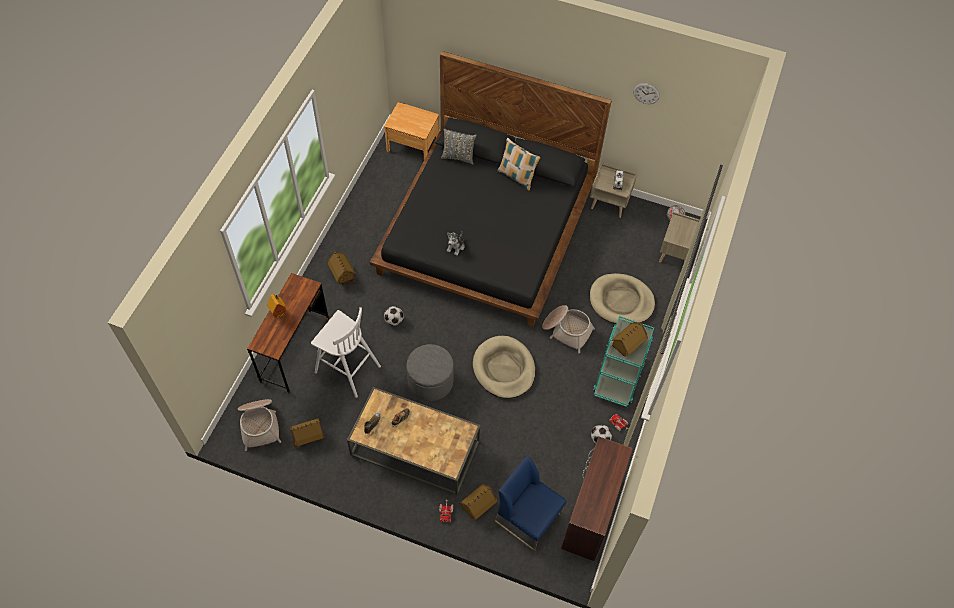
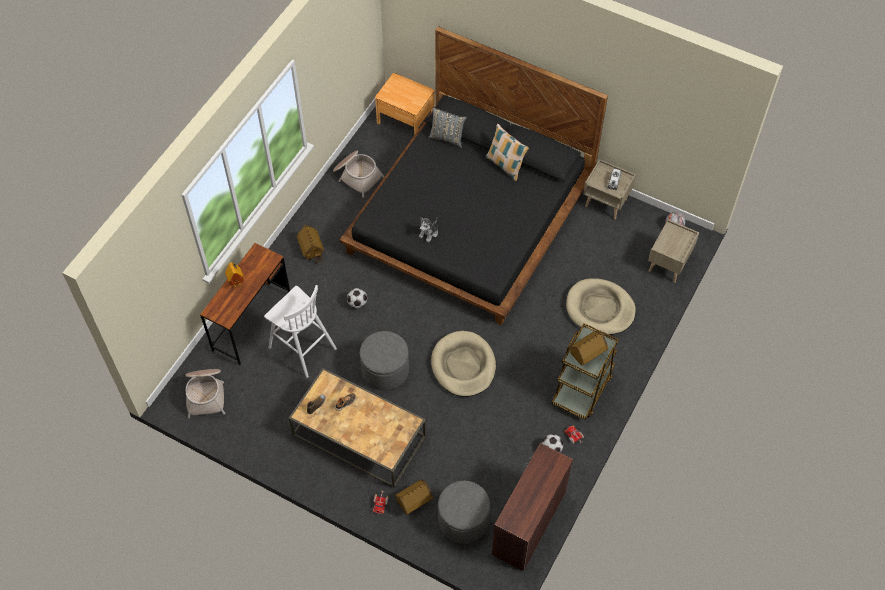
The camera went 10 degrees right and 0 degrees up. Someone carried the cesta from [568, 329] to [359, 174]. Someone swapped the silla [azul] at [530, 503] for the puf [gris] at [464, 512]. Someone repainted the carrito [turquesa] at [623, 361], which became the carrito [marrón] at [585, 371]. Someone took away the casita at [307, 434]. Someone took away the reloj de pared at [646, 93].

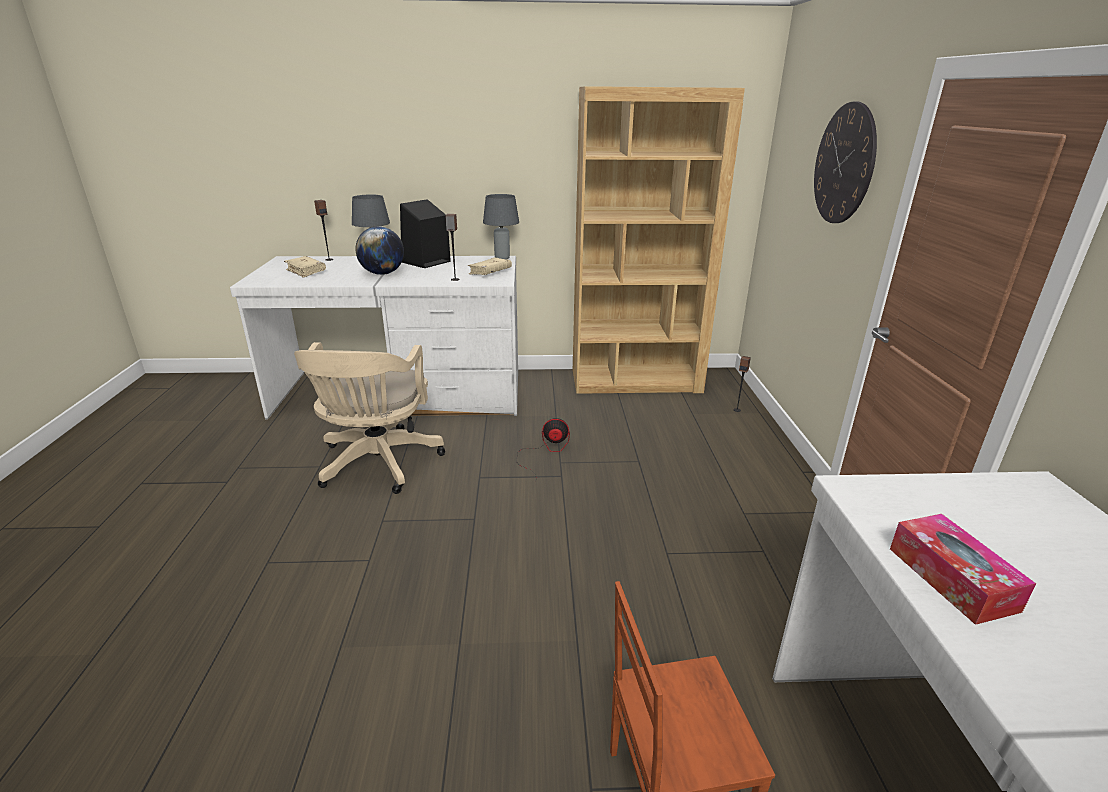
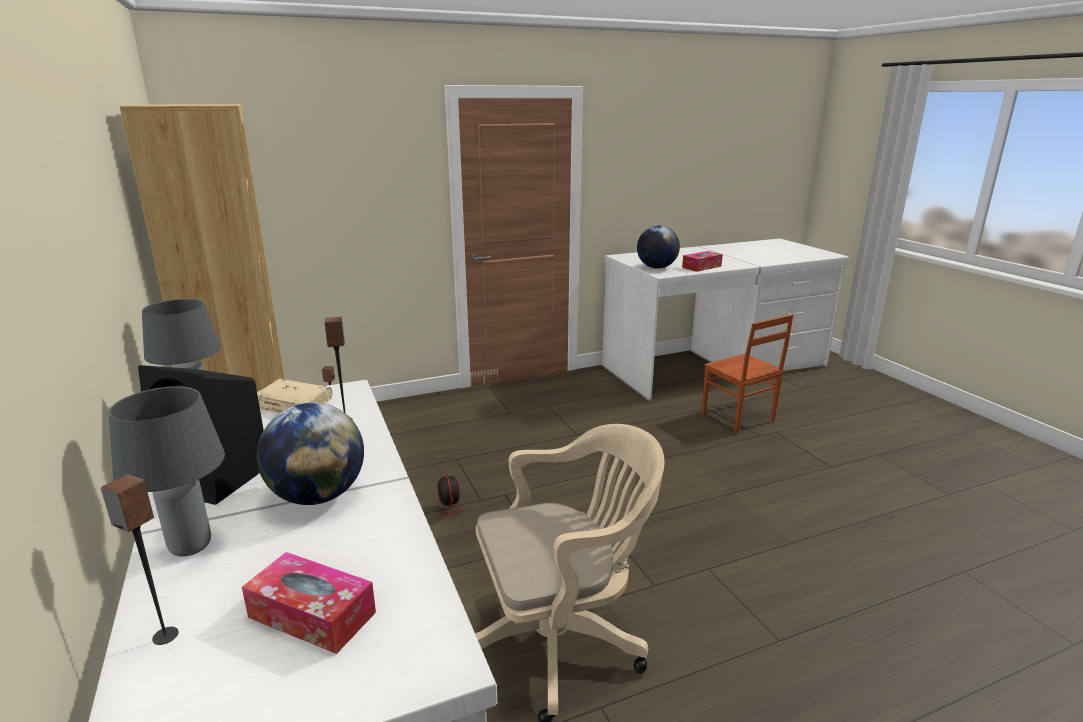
The camera went 110 degrees left and 5 degrees down. Someone swapped the libro [beis] at [305, 267] for the caja de pañuelos at [309, 603]. Someone put down the globo terráqueo at [658, 247]. Someone took away the reloj de pared at [845, 162].

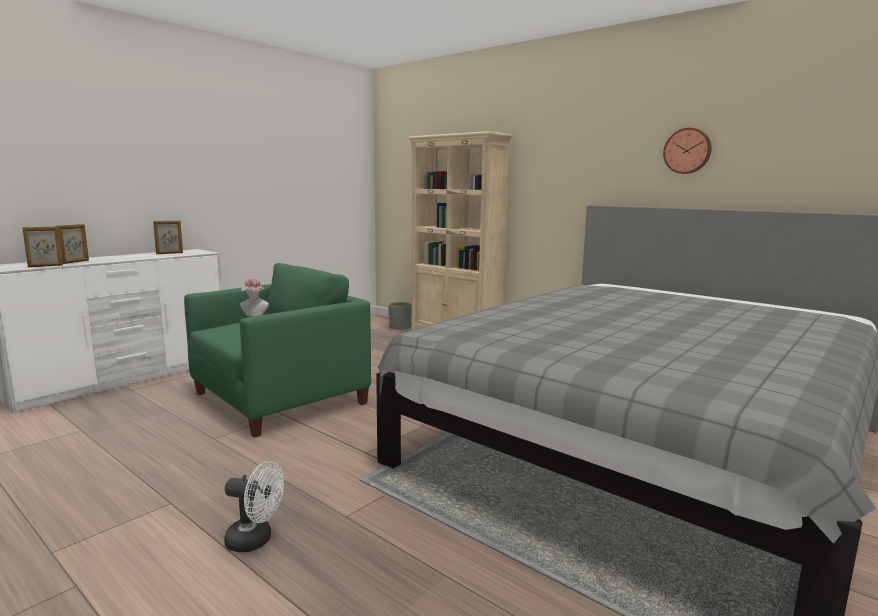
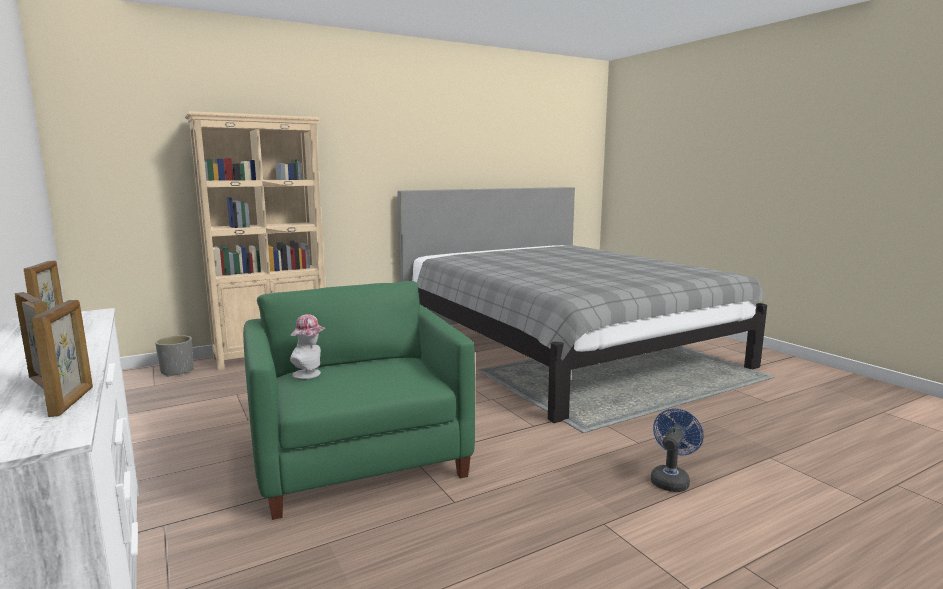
The camera went 70 degrees left and 0 degrees up. Someone repainted the ventilador [blanco] at [254, 506], which became the ventilador [azul] at [677, 450]. Someone took away the reloj de pared at [687, 151].

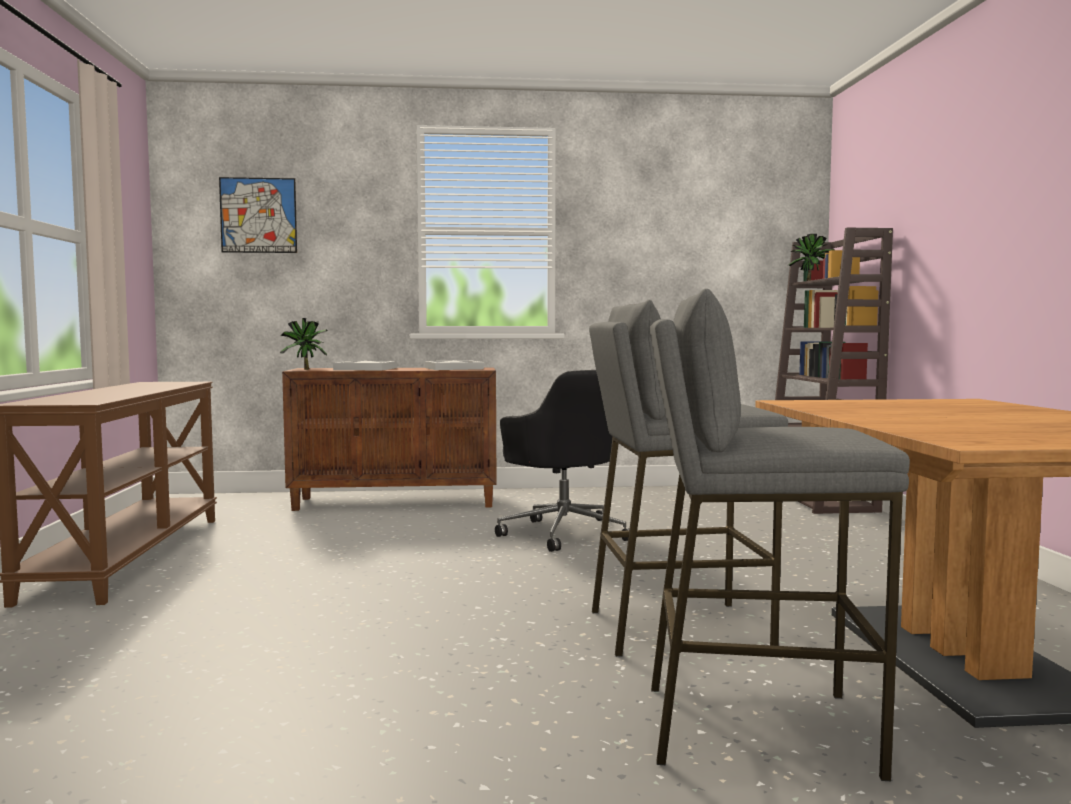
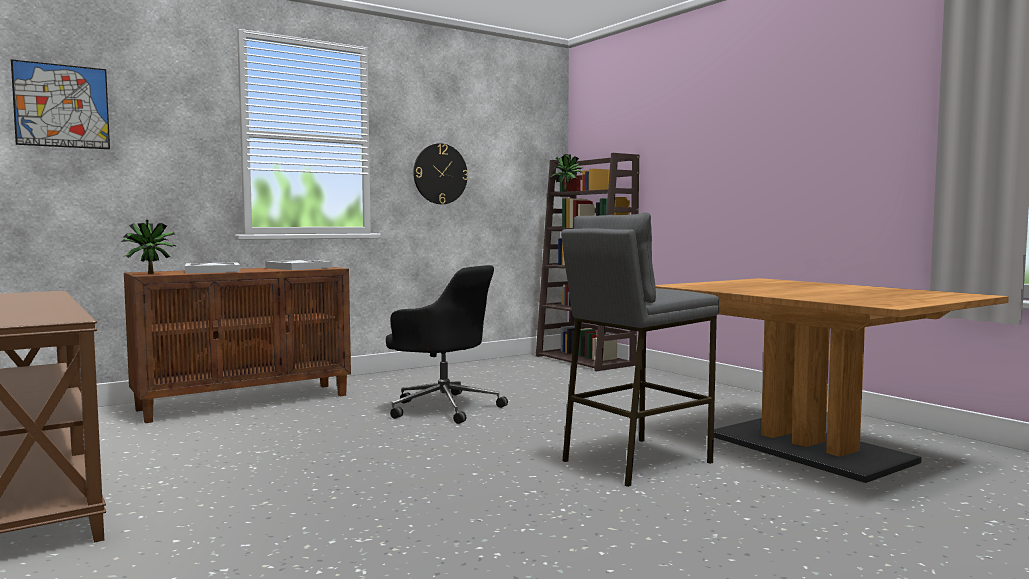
The camera went 30 degrees left and 0 degrees up. Someone put up the reloj de pared at [440, 173]. Someone took away the taburete [gris] at [780, 534].

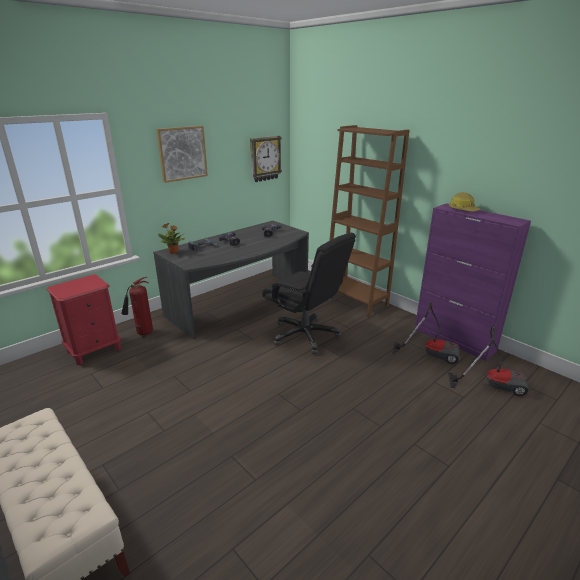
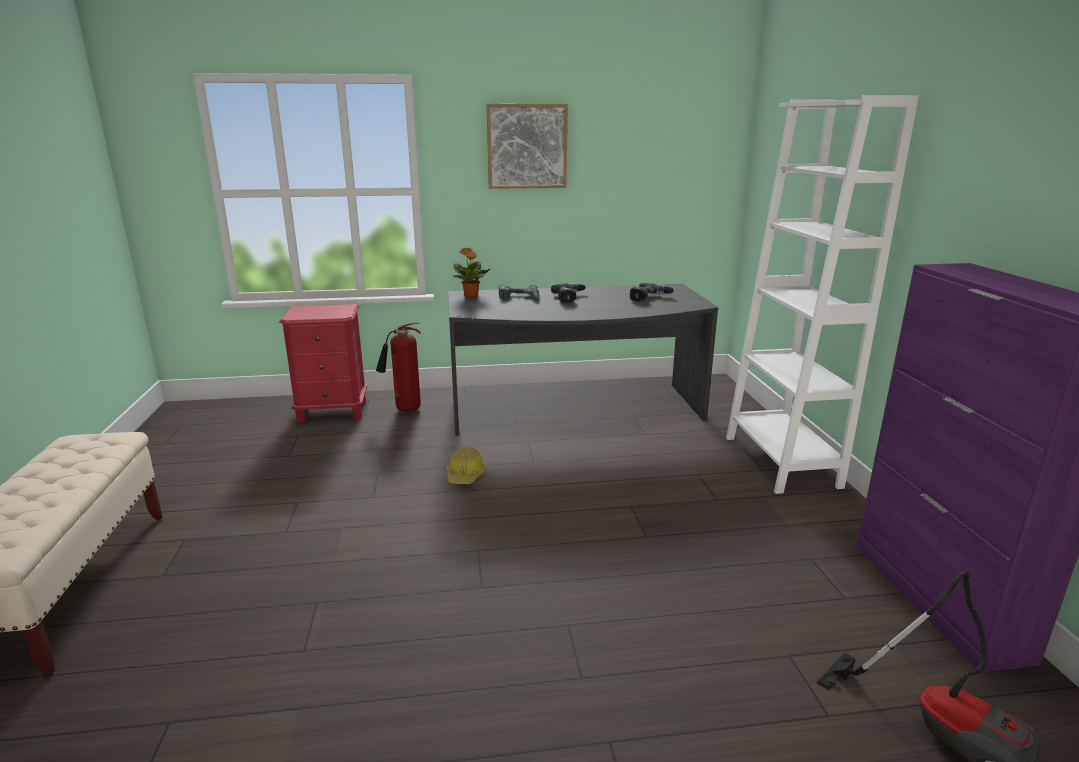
The camera went 35 degrees right and 5 degrees down. Someone carried the casco from [465, 201] to [466, 465]. Someone repainted the estantería [marrón] at [369, 221], which became the estantería [blanco] at [822, 294]. Someone took away the reloj de pared at [266, 159]. Someone took away the silla de oficina [negro] at [309, 293]. Someone took away the aspiradora at [426, 332].

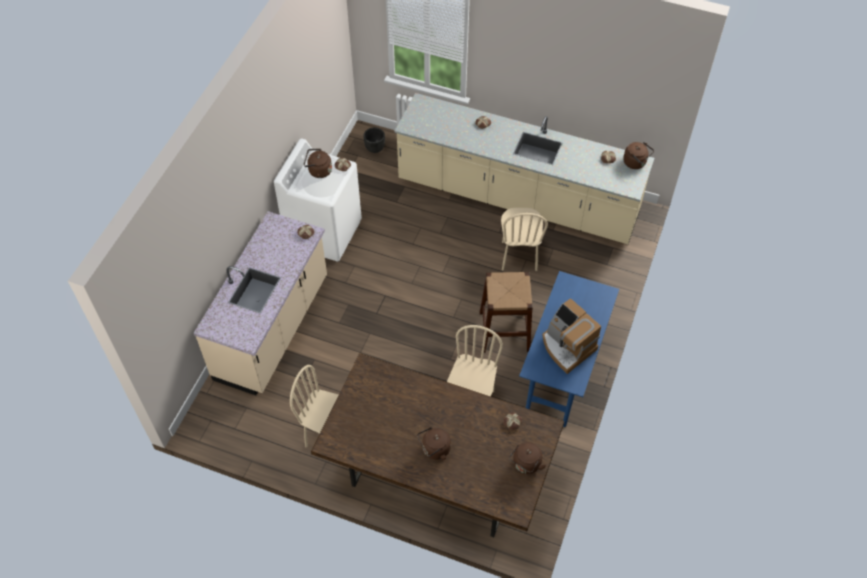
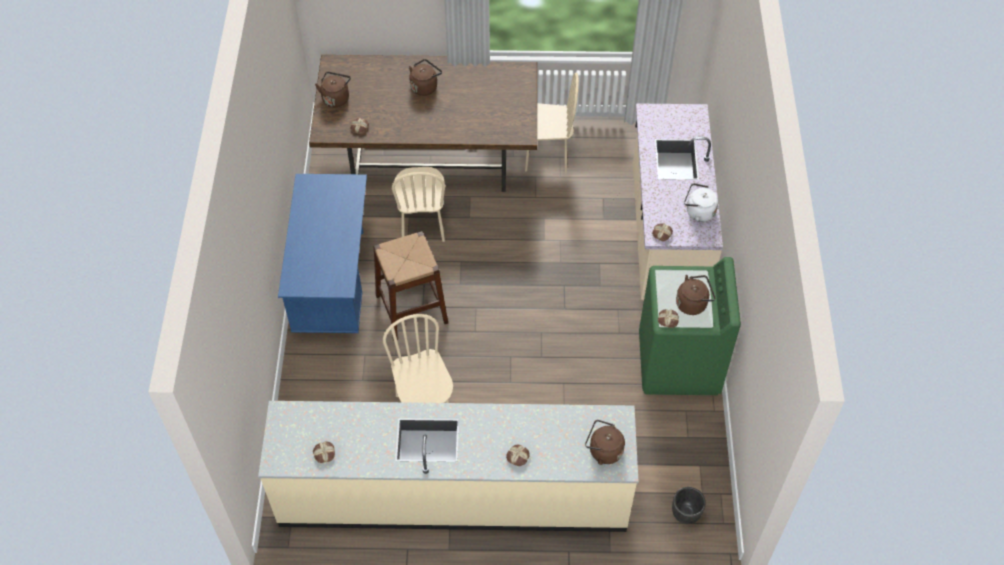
The camera went 160 degrees right and 0 degrees up. Someone carried the hervidor [marrón] from [638, 155] to [605, 442]. Someone repainted the lavadora [blanco] at [318, 200], which became the lavadora [verde] at [690, 326]. Someone put down the hervidor [blanco] at [701, 202]. Someone took away the cafetera at [571, 336].

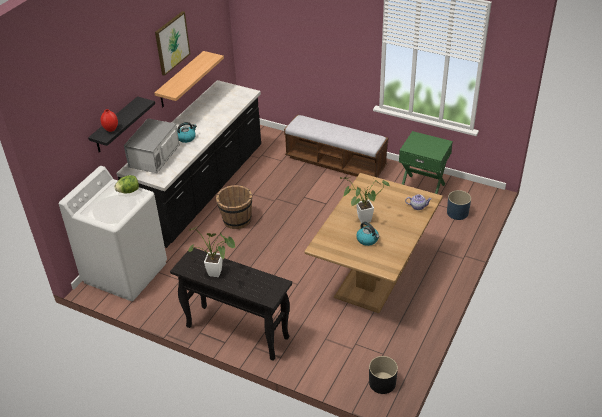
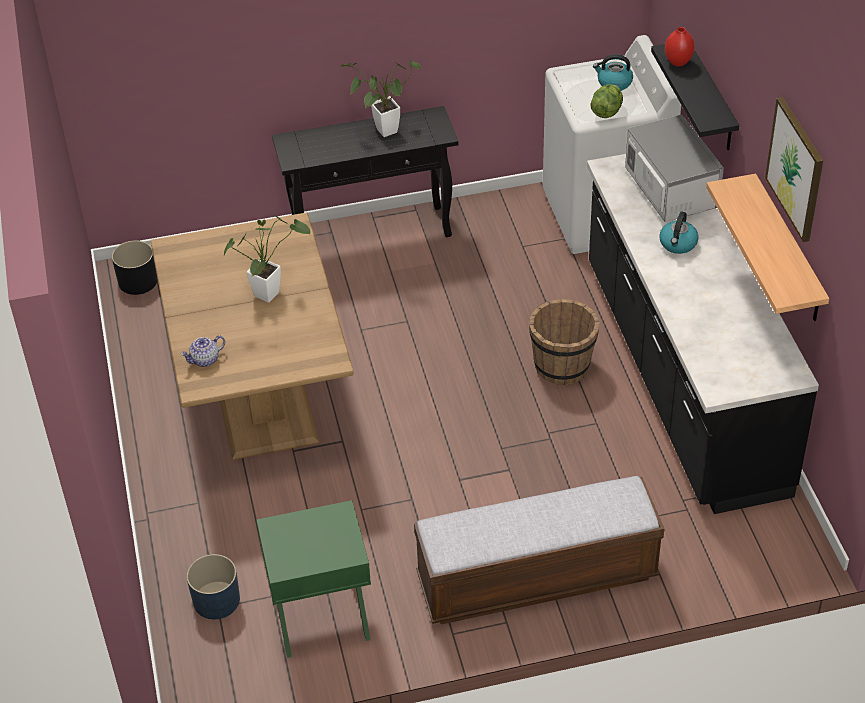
The camera went 140 degrees right and 5 degrees up. Someone carried the hervidor from [367, 234] to [613, 72].

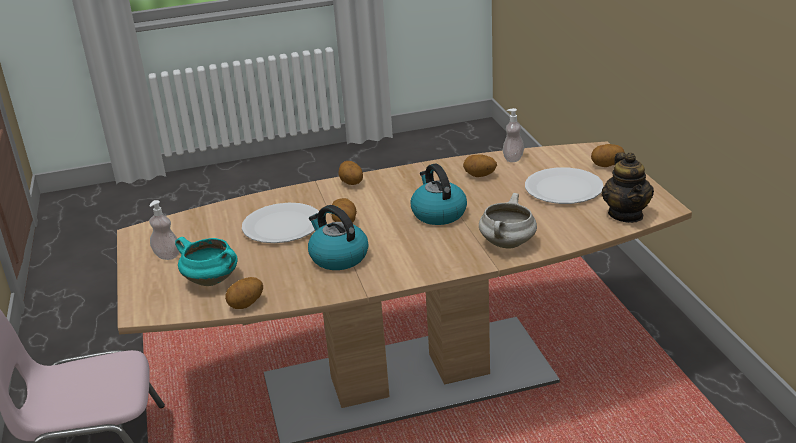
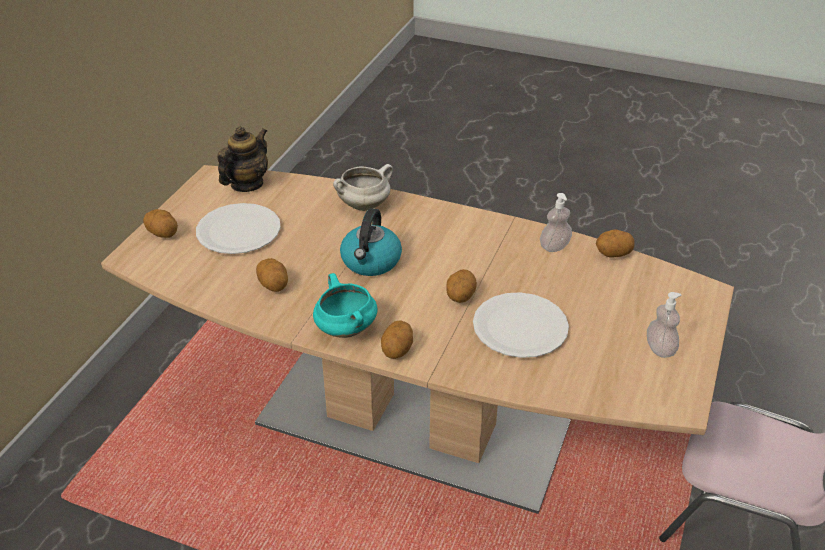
The camera went 145 degrees left and 10 degrees up. Someone carried the olla [turquesa] from [206, 261] to [345, 305]. Someone carried the dispensador de jabón from [513, 135] to [556, 222]. Someone took away the hervidor at [338, 237].

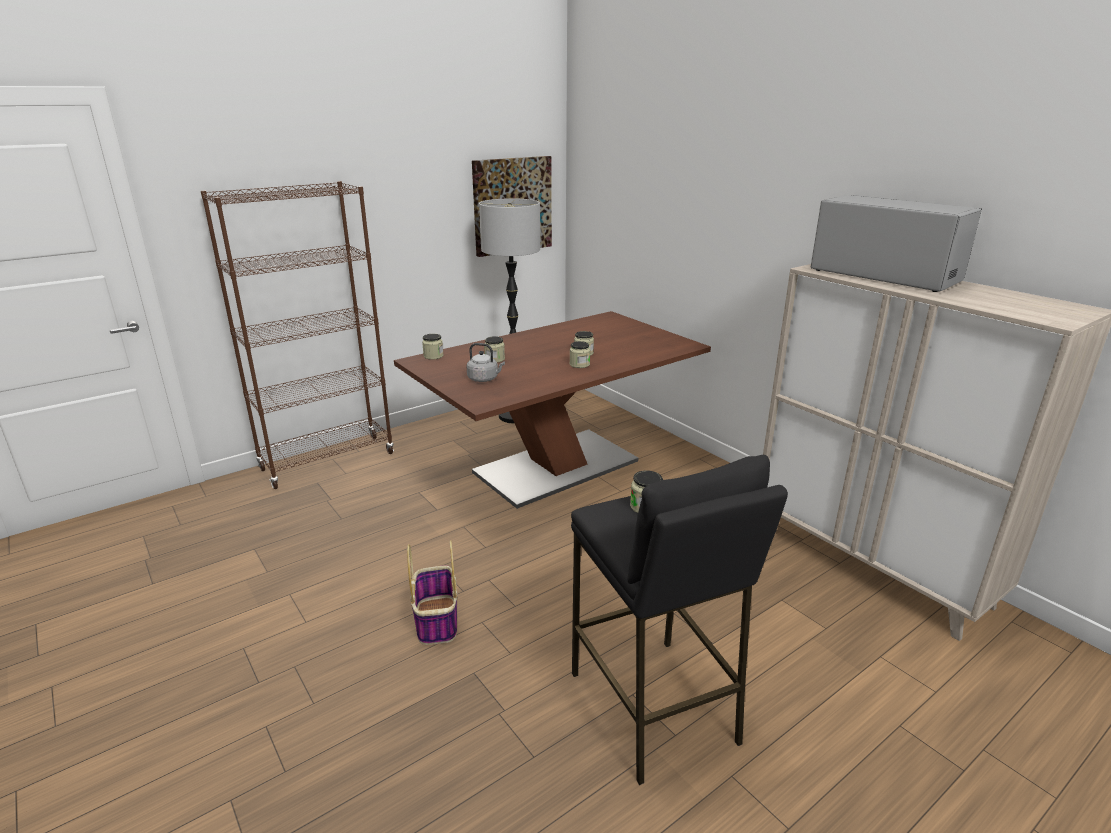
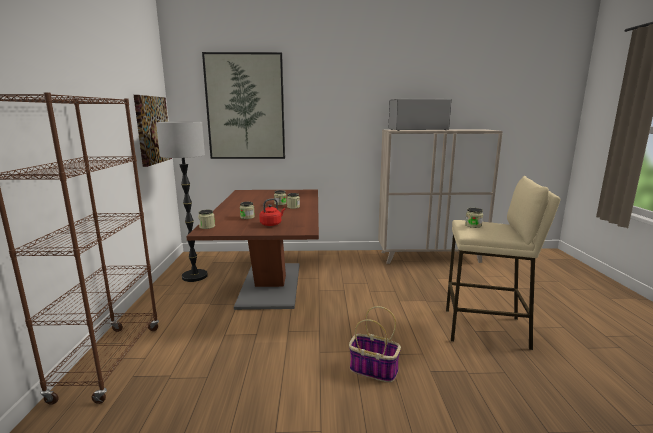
The camera went 55 degrees left and 10 degrees down. Someone put up the cuadro at [243, 105]. Someone repainted the hervidor [gris] at [486, 362], which became the hervidor [rojo] at [272, 212]. Someone repainted the taburete [negro] at [679, 620], which became the taburete [beis] at [503, 263].

